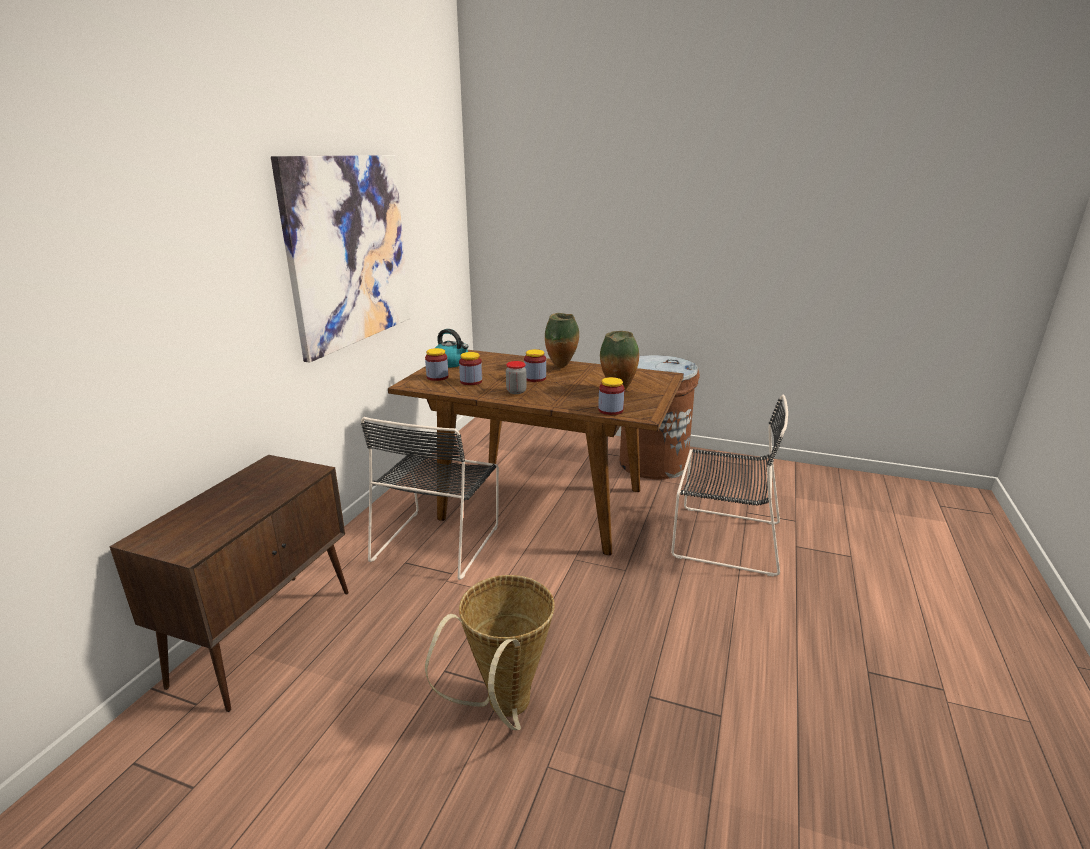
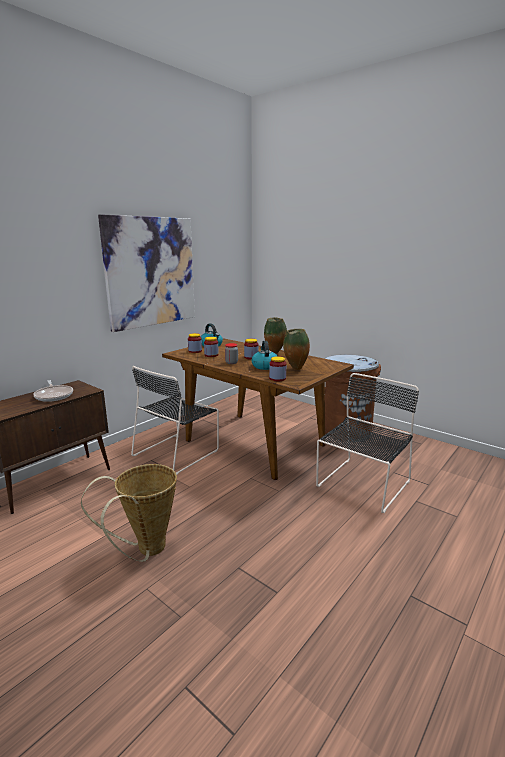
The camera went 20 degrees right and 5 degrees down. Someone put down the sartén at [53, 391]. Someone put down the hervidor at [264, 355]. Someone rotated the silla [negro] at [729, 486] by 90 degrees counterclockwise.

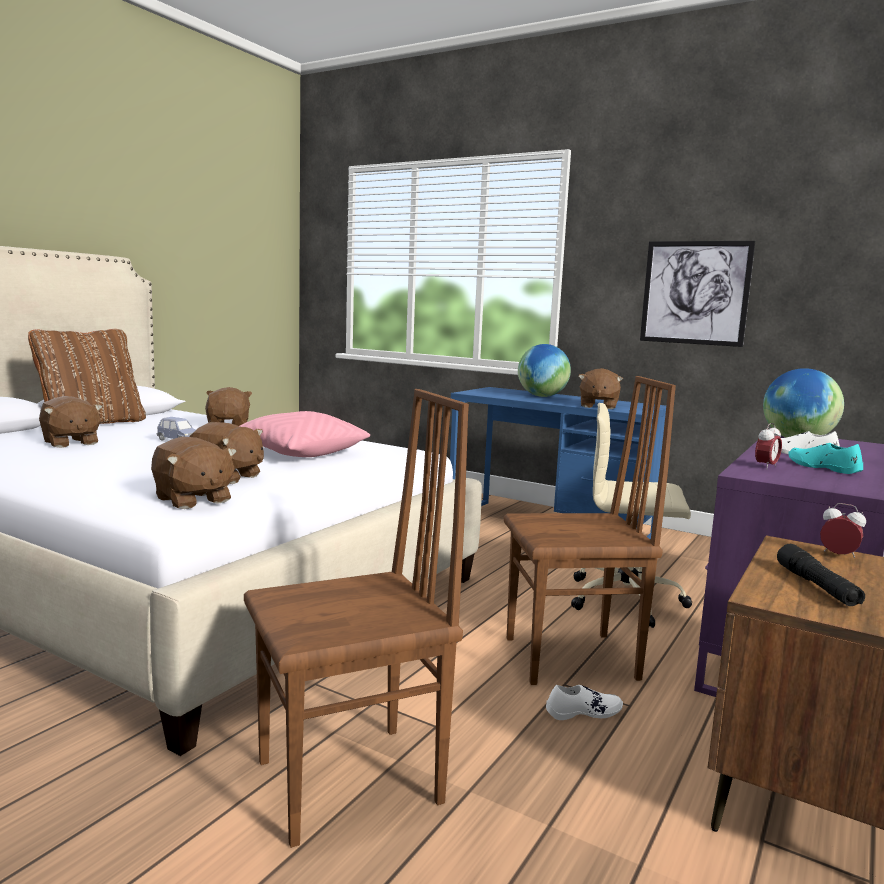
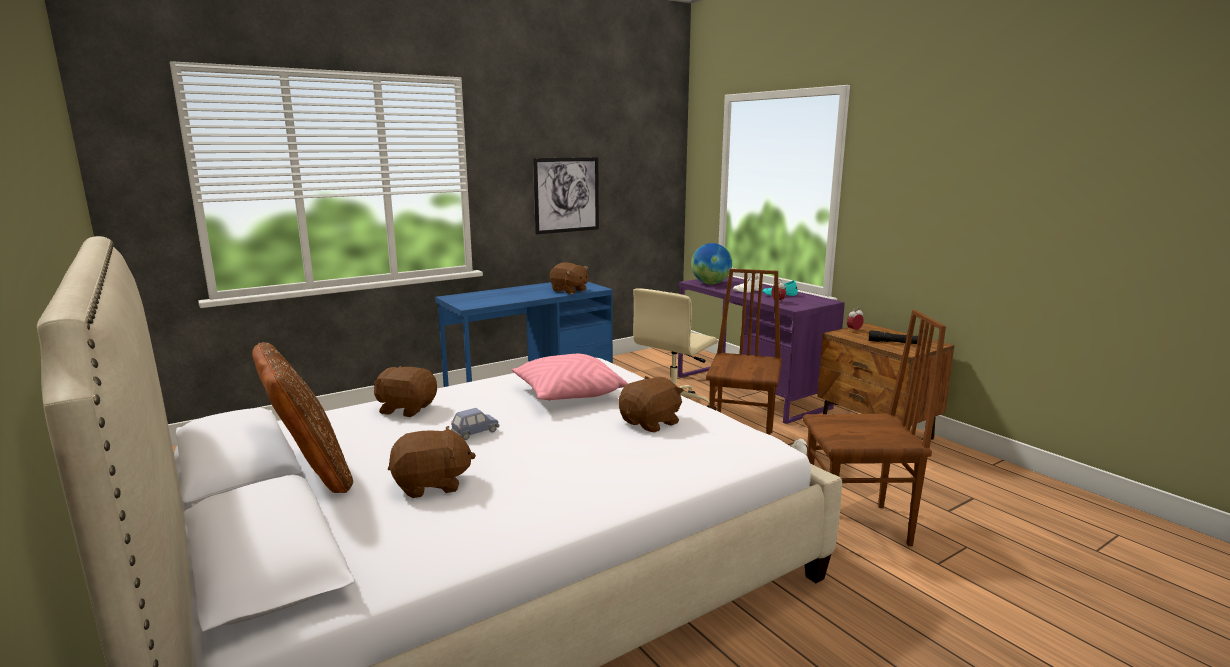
The camera went 65 degrees left and 5 degrees up. Someone rotated the silla [marrón] at [356, 618] by 90 degrees clockwise. Someone took away the peluche [marrón] at [194, 473]. Someone took away the globo terráqueo at [544, 370].

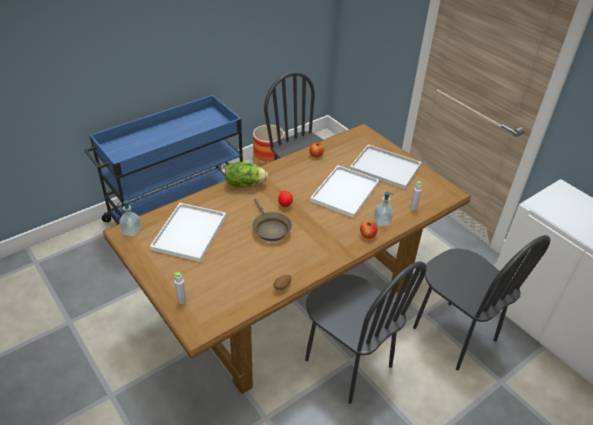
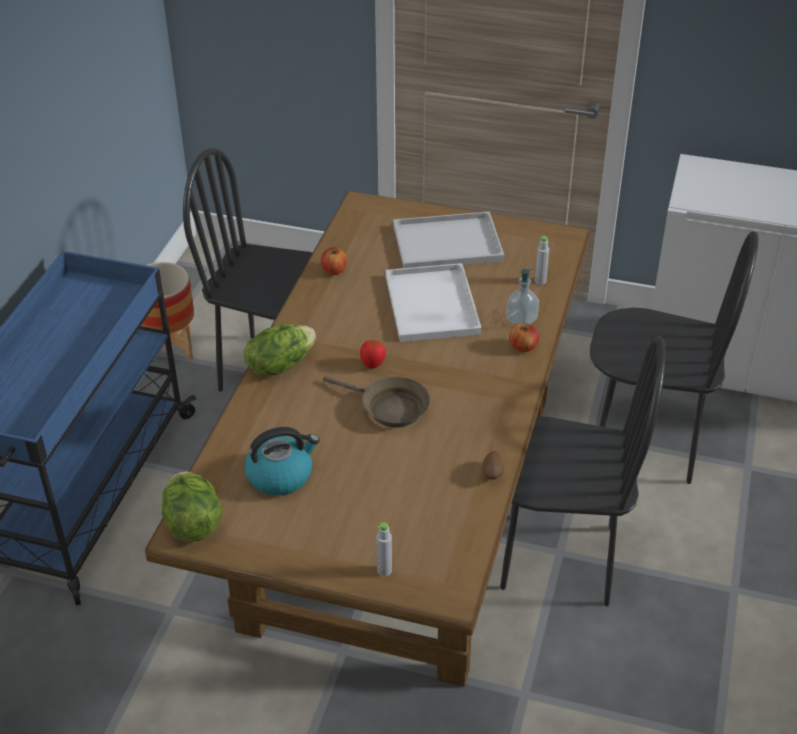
The camera went 35 degrees left and 0 degrees up. Someone swapped the dispensador de jabón at [130, 218] for the lechuga at [192, 506]. Someone swapped the bandeja [blanco] at [188, 232] for the hervidor at [281, 461].

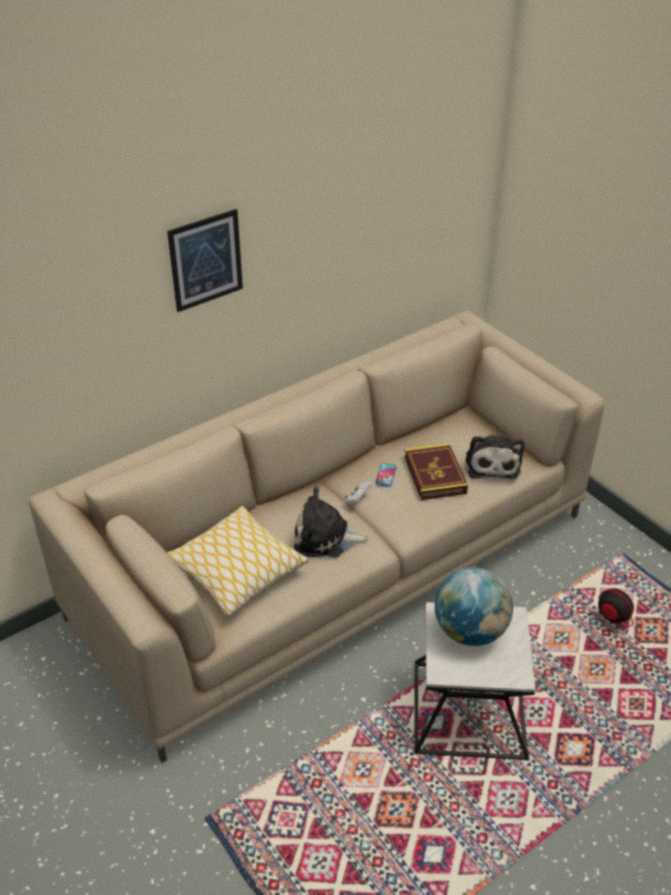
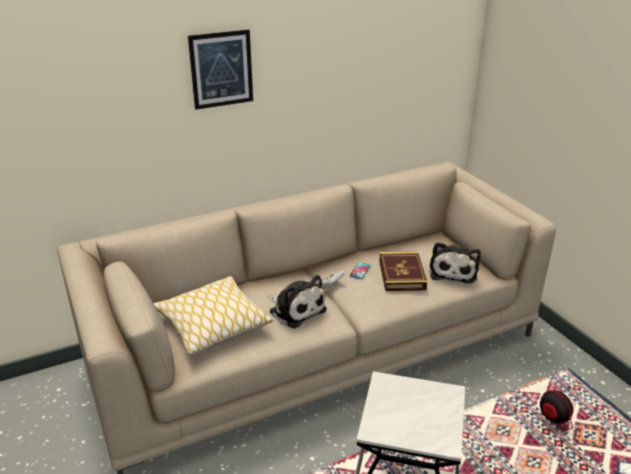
The camera went 10 degrees right and 10 degrees down. Someone rotated the peluche at [331, 522] by 150 degrees counterclockwise. Someone took away the globo terráqueo at [474, 606].

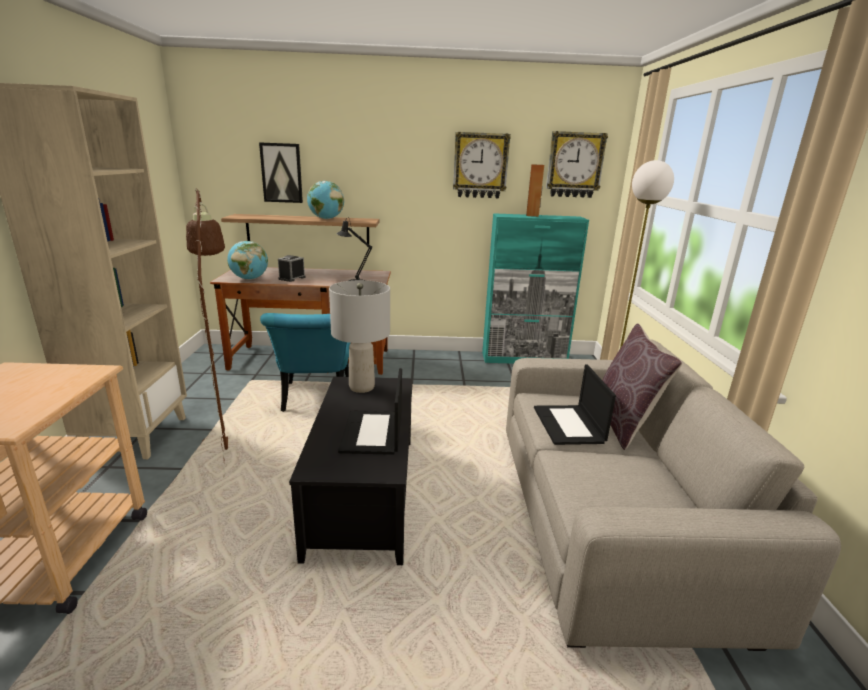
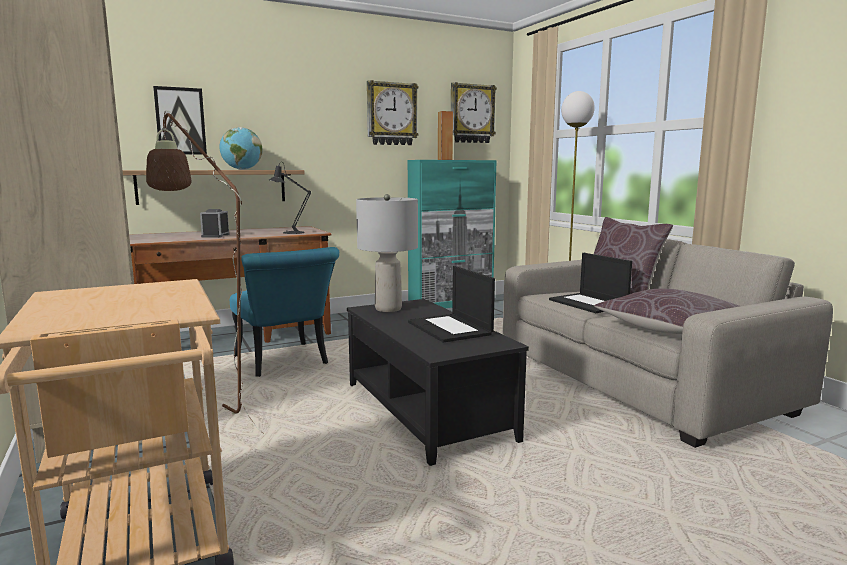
The camera went 25 degrees left and 10 degrees down. Someone put down the cojín [marrón] at [667, 311]. Someone took away the globo terráqueo at [247, 260].

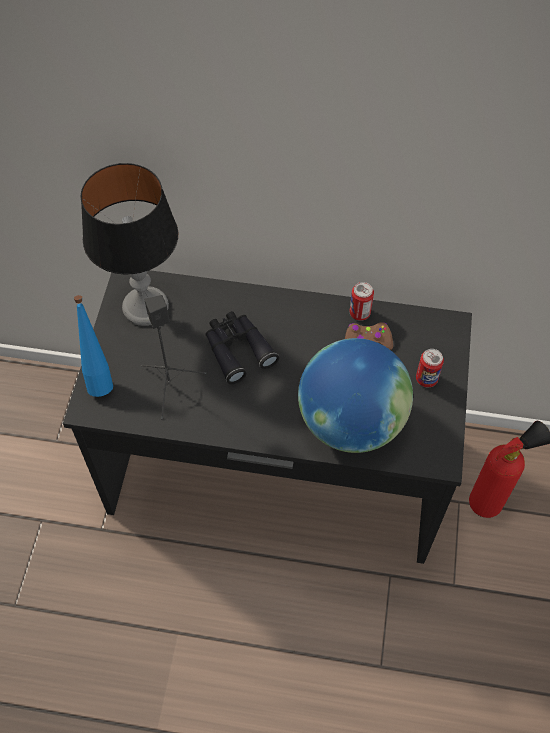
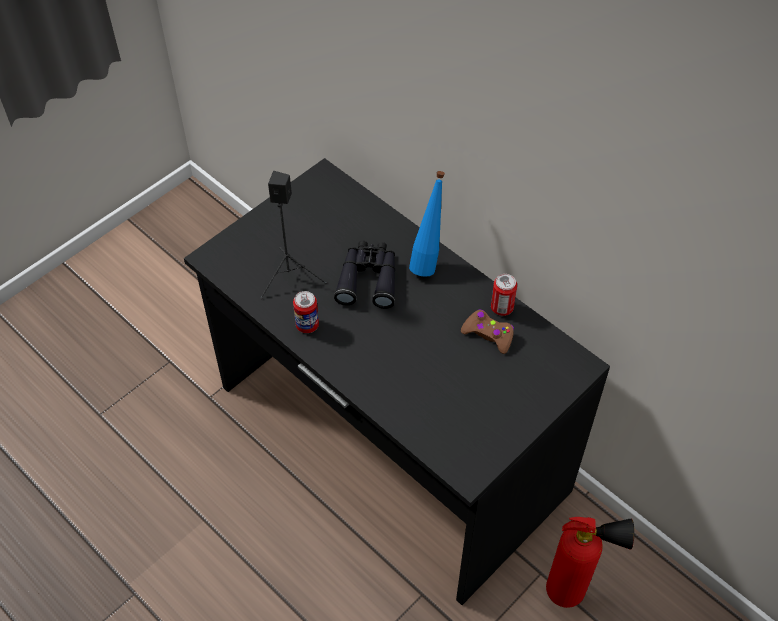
The camera went 35 degrees right and 5 degrees down. Someone carried the lata from [430, 368] to [306, 312]. Someone carried the botella [azul] from [93, 346] to [427, 224]. Someone took away the lámpara de mesa at [129, 244]. Someone took away the globo terráqueo at [355, 395].

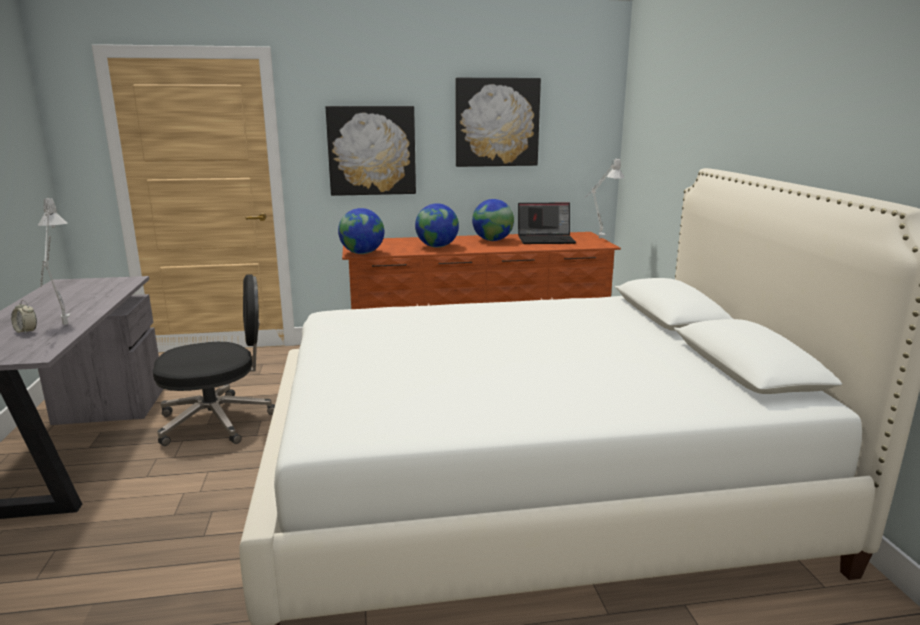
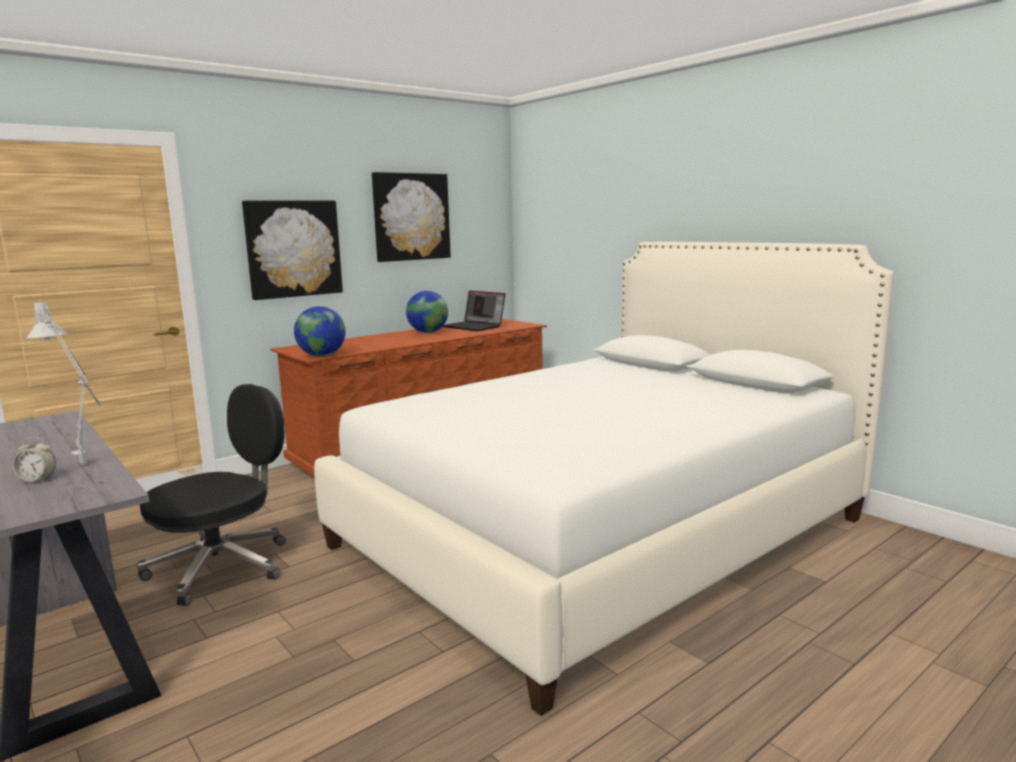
The camera went 30 degrees left and 5 degrees down. Someone rotated the portátil at [547, 223] by 75 degrees clockwise. Someone took away the globo terráqueo at [437, 225]. Someone took away the lámpara de mesa [gris] at [604, 198].

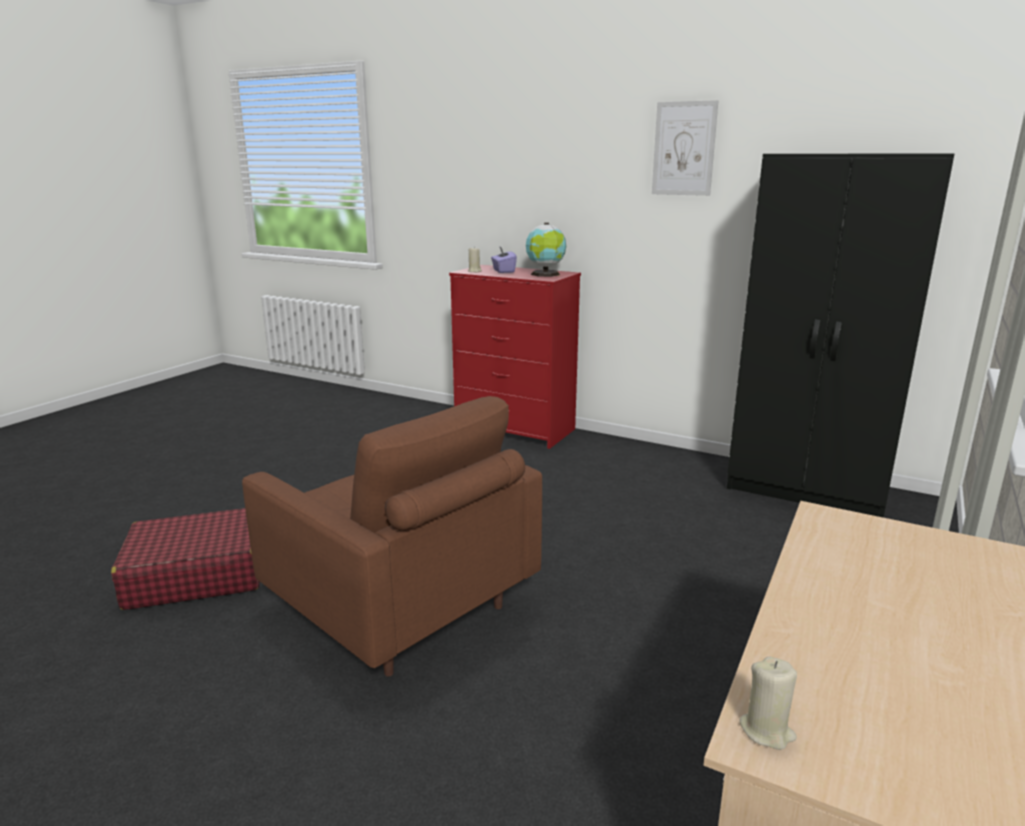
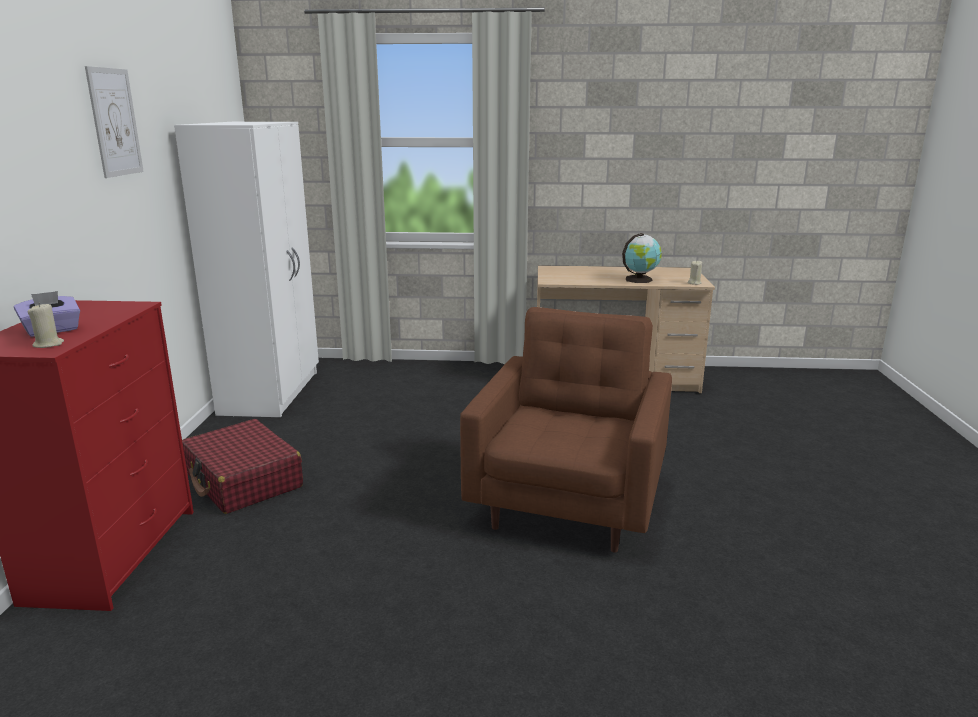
The camera went 115 degrees left and 0 degrees up. Someone repainted the armario ropero [negro] at [840, 336], which became the armario ropero [blanco] at [246, 269]. Someone carried the maleta [rojo] from [185, 559] to [242, 466]. Someone carried the globo terráqueo from [546, 250] to [642, 258].

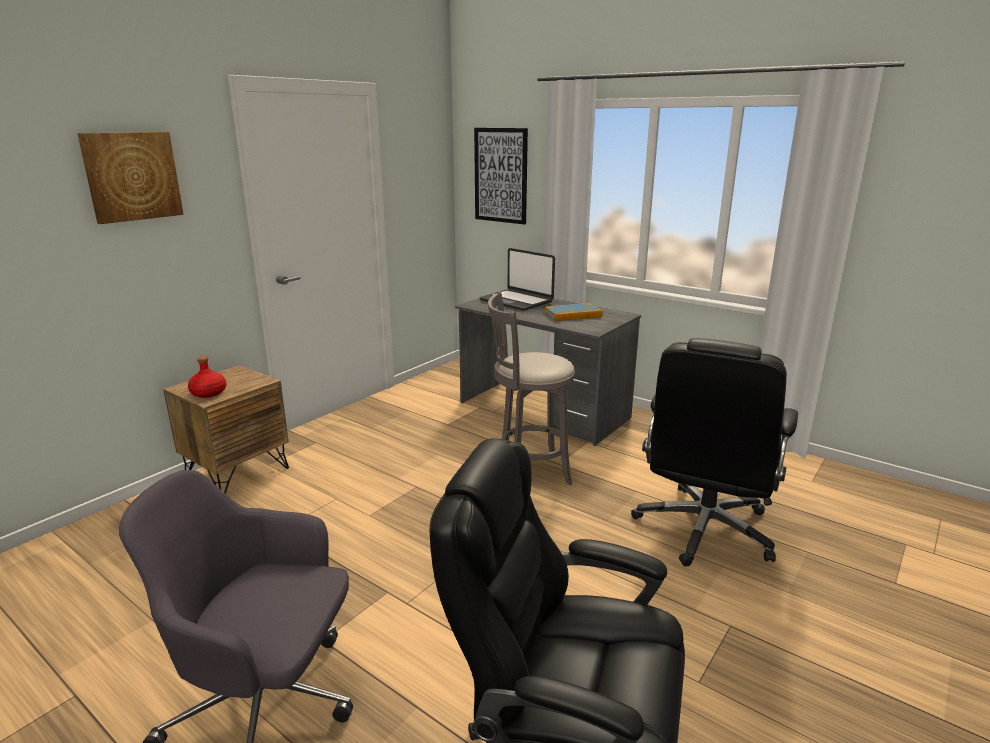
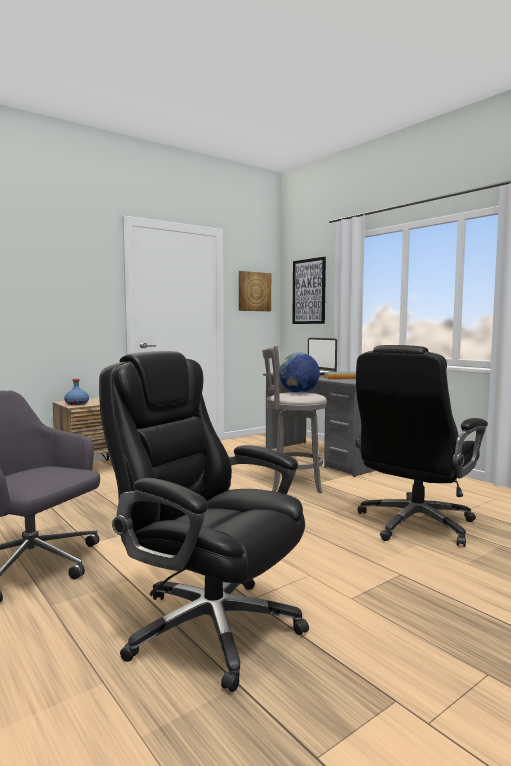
The camera went 15 degrees right and 15 degrees down. Someone repainted the botella [rojo] at [207, 377], which became the botella [azul] at [76, 392]. Someone carried the cuadro from [130, 178] to [255, 291]. Someone put down the globo terráqueo at [299, 373].

